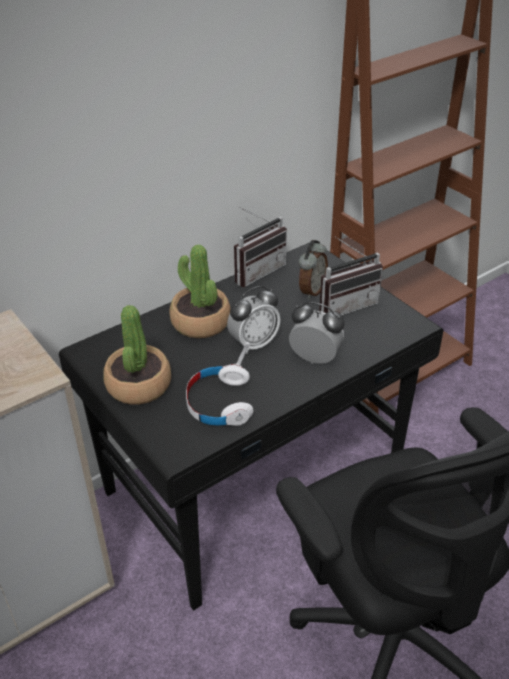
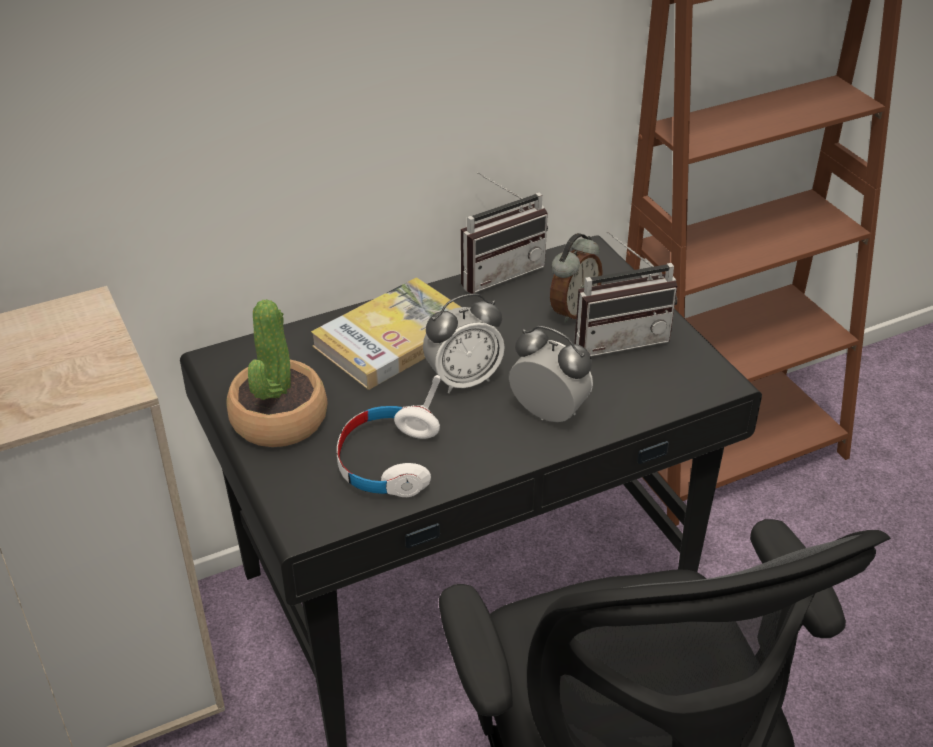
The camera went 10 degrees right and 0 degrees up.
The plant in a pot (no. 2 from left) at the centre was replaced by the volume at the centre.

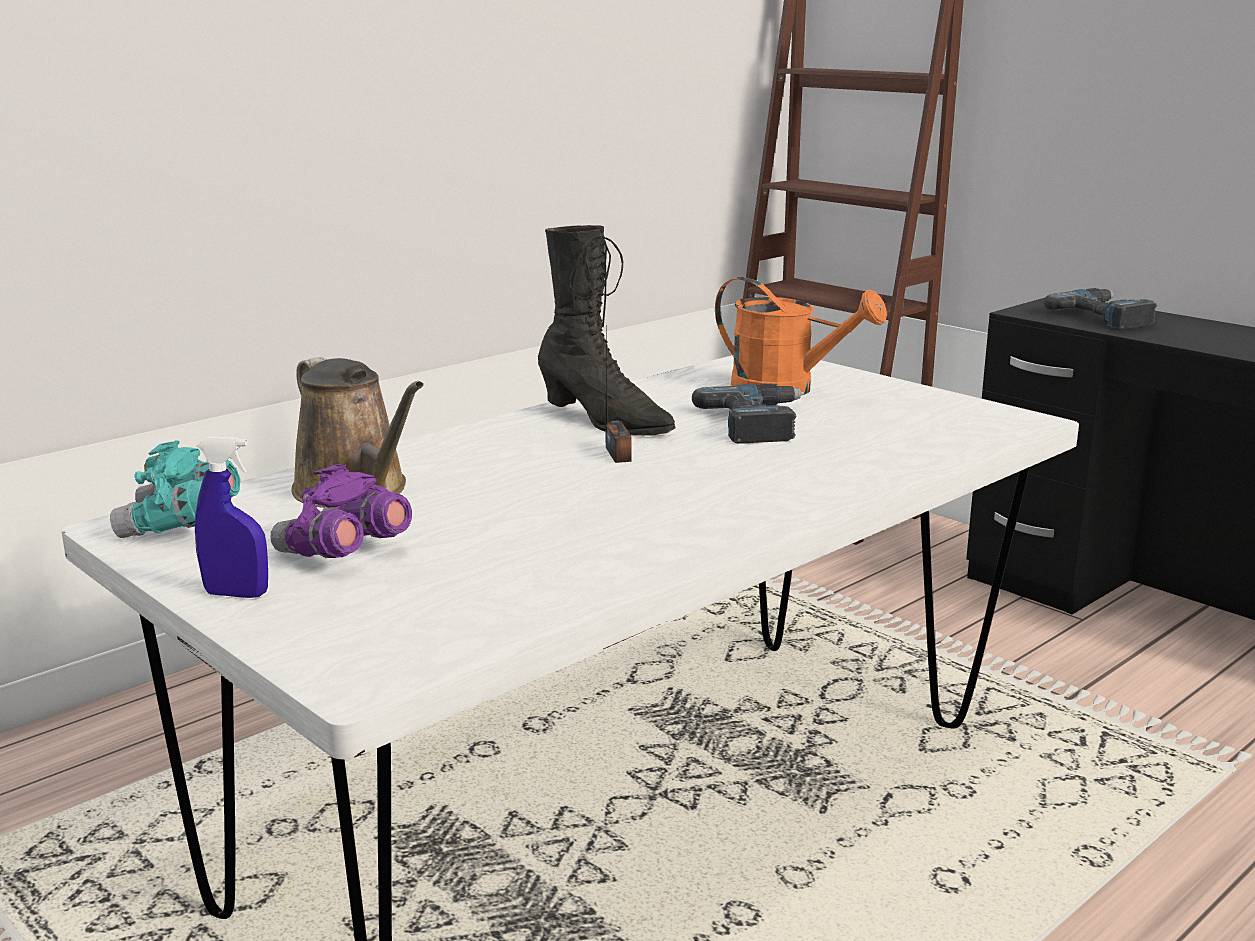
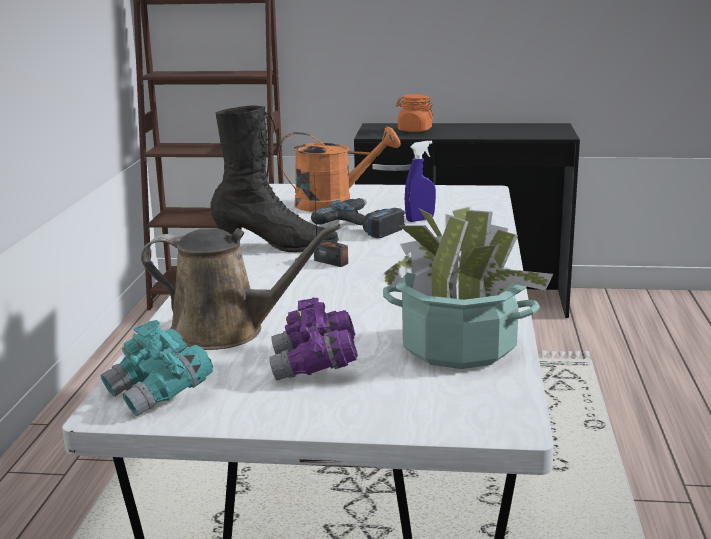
The camera went 40 degrees left and 0 degrees up.
The plant in a pot at the centre appeared.
The drill (no. 2 from left) at the top right was replaced by the orange-coloured preserve jar at the top centre.
The blue hand sprayer moved from the middle left to the centre.

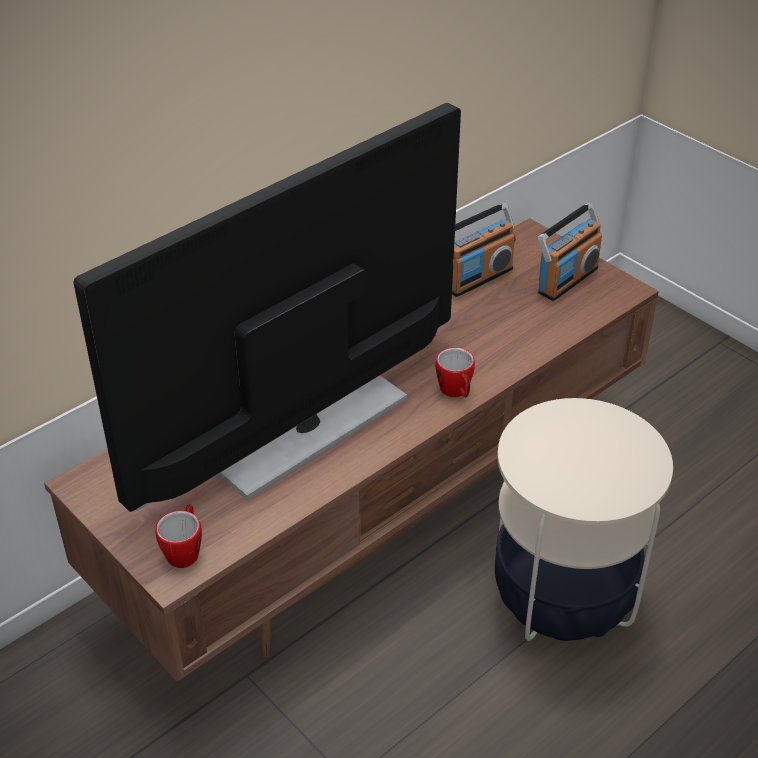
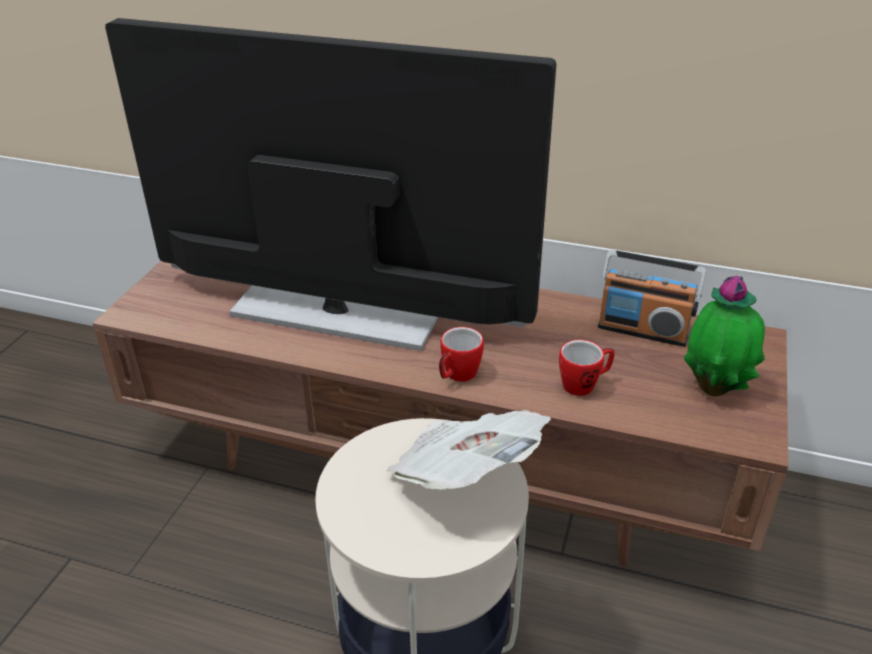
The camera went 60 degrees right and 5 degrees down.
The printed paper at the bottom centre appeared.
The coffee mug (no. 1 from left in the first image) moved from the bottom left to the middle right.
The radio (no. 2 from left) at the top right was replaced by the plant in a pot at the middle right.

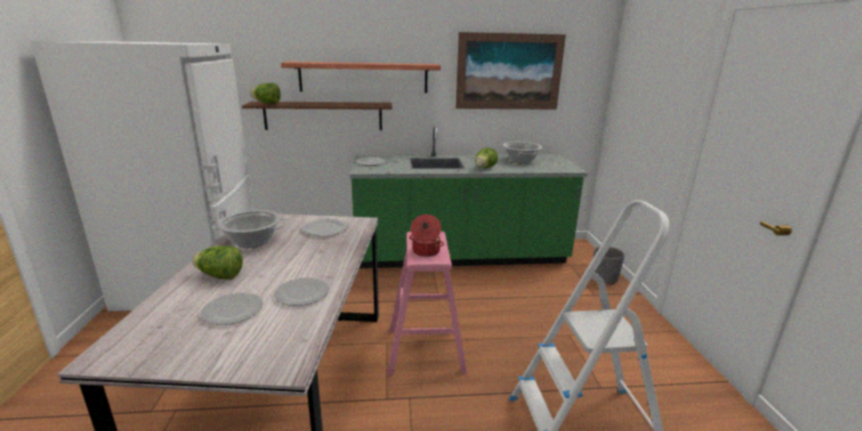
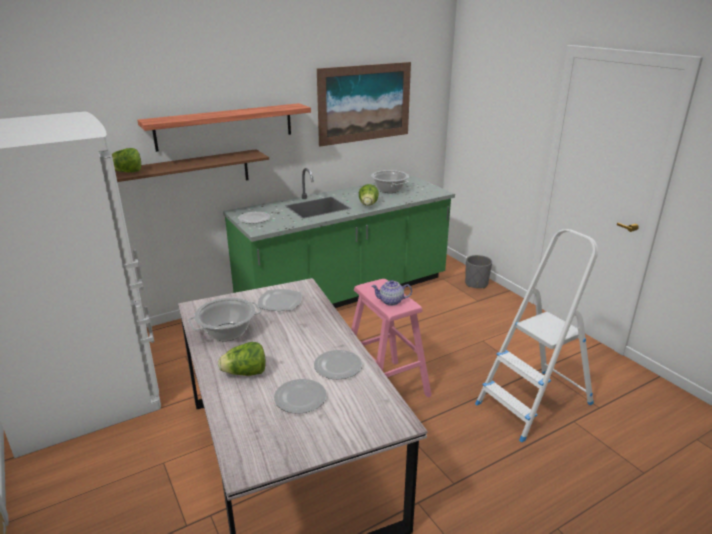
The camera went 25 degrees left and 5 degrees up.
The saucepot (no. 2 from left) at the centre was replaced by the teapot at the centre.

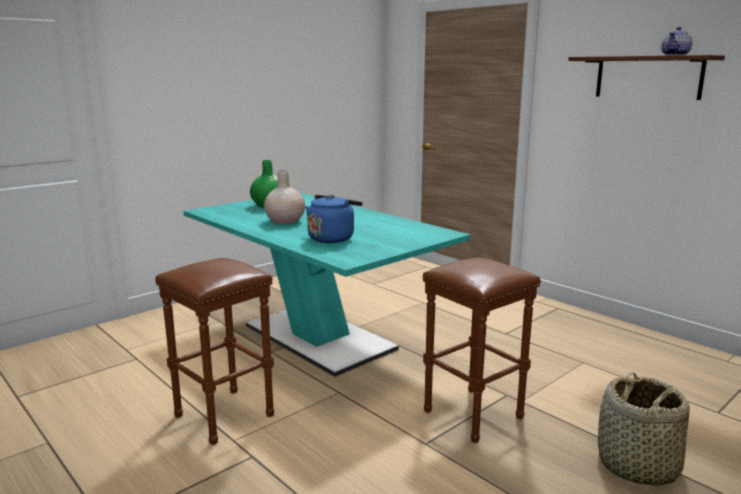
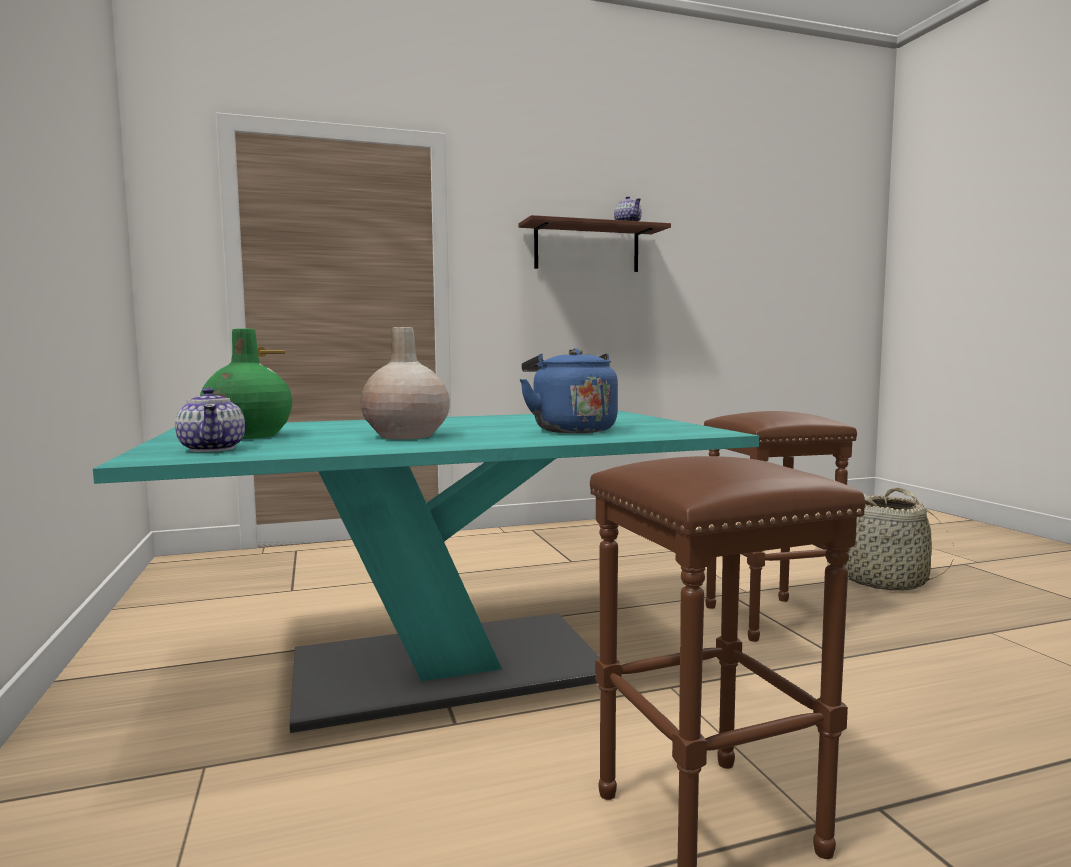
The camera went 65 degrees left and 10 degrees down.
The teapot (no. 1 from left) at the middle left appeared.

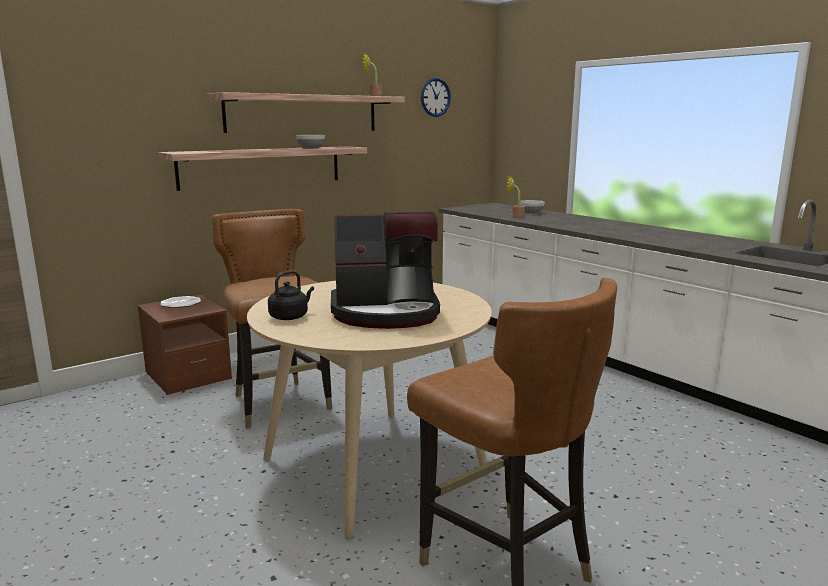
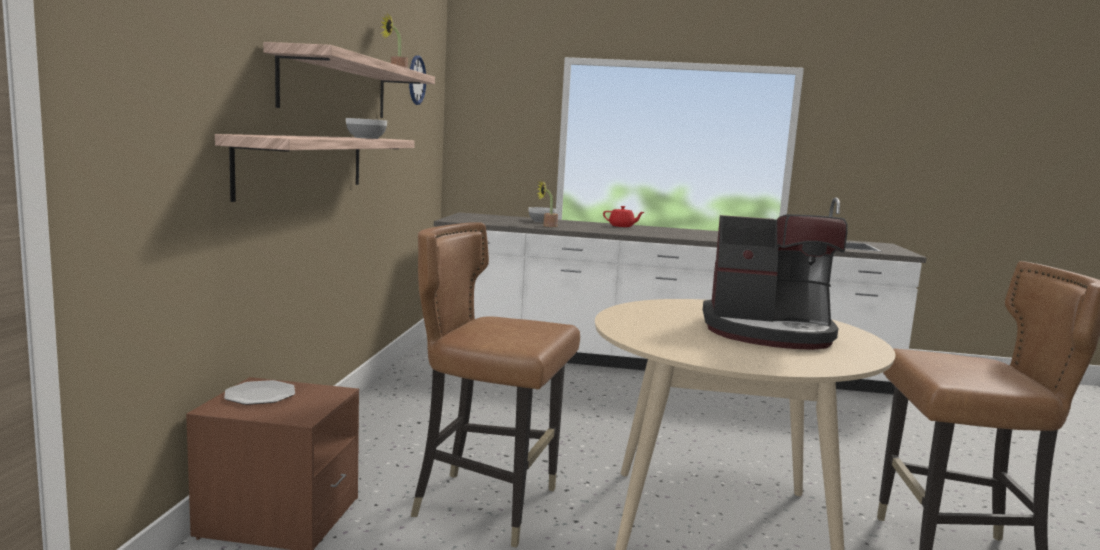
The camera went 45 degrees left and 5 degrees down.
The red-coloured teapot at the centre appeared.
The coffee machine at the centre turned 60 degrees clockwise.
The blackish water kettle at the centre disappeared.

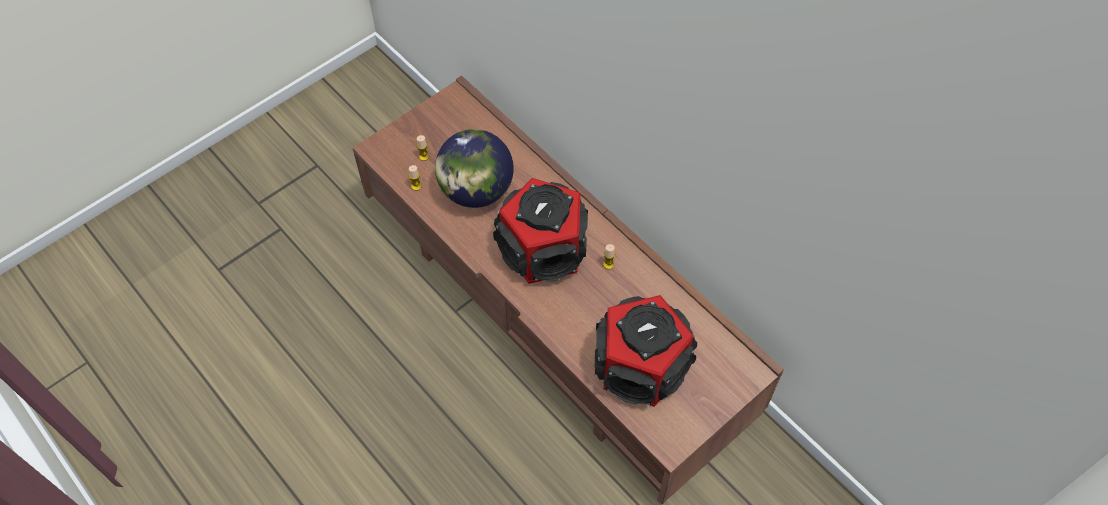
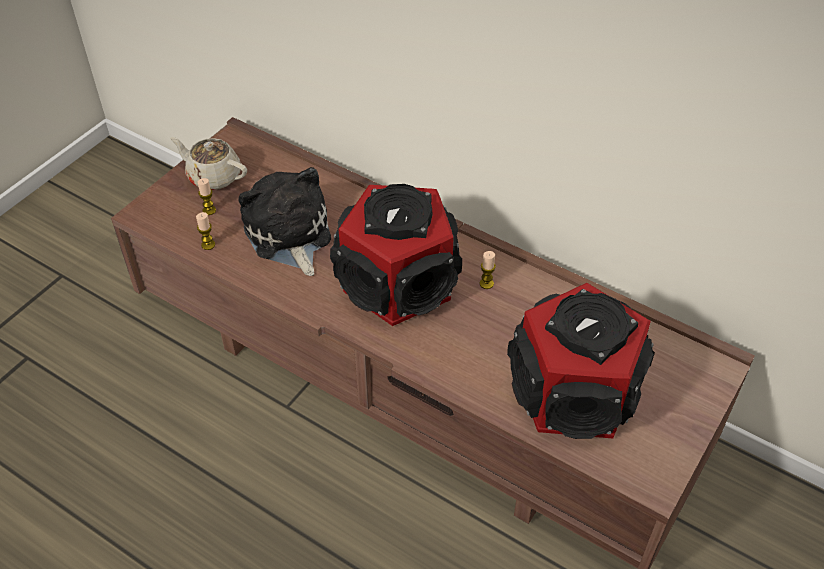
The camera went 15 degrees left and 10 degrees down.
The beige-coloured teapot at the top left appeared.
The world globe at the top centre was replaced by the cuddly toy at the centre.

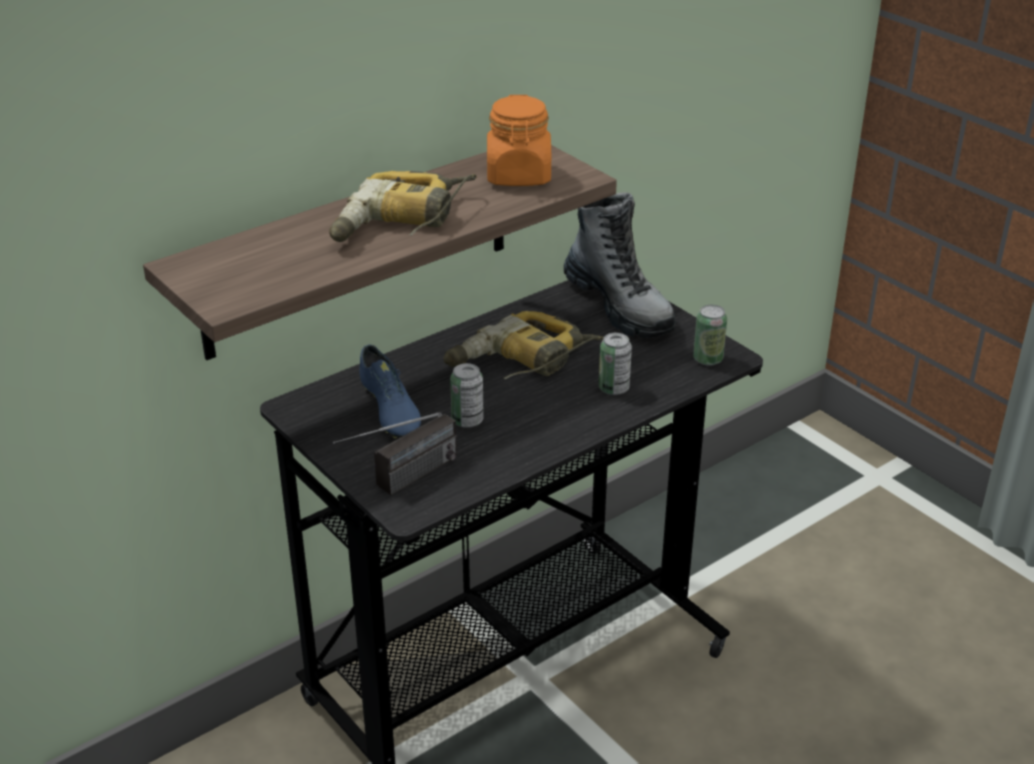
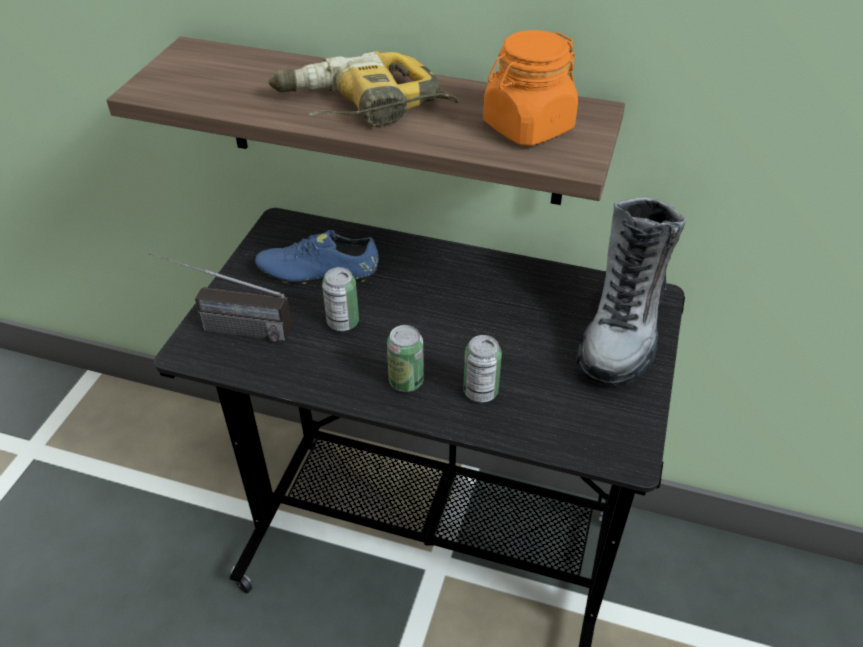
The camera went 55 degrees right and 10 degrees up.
The blue low shoe at the centre turned 60 degrees clockwise.
The can (no. 3 from left in the first image) moved from the middle right to the centre.
The drill (no. 2 from left) at the centre disappeared.

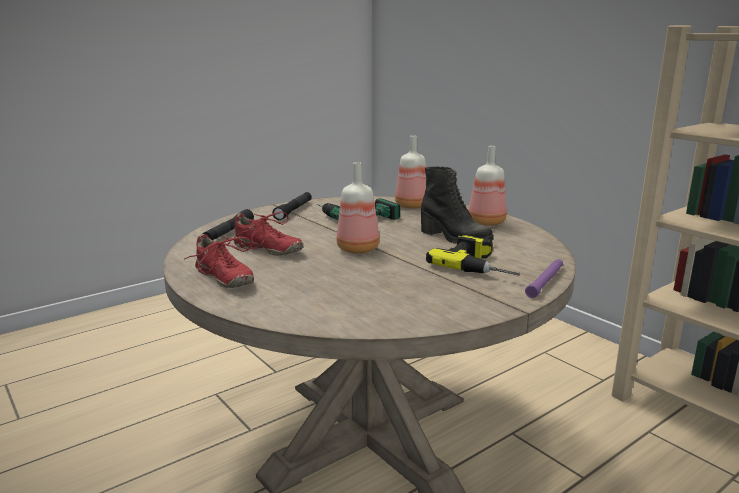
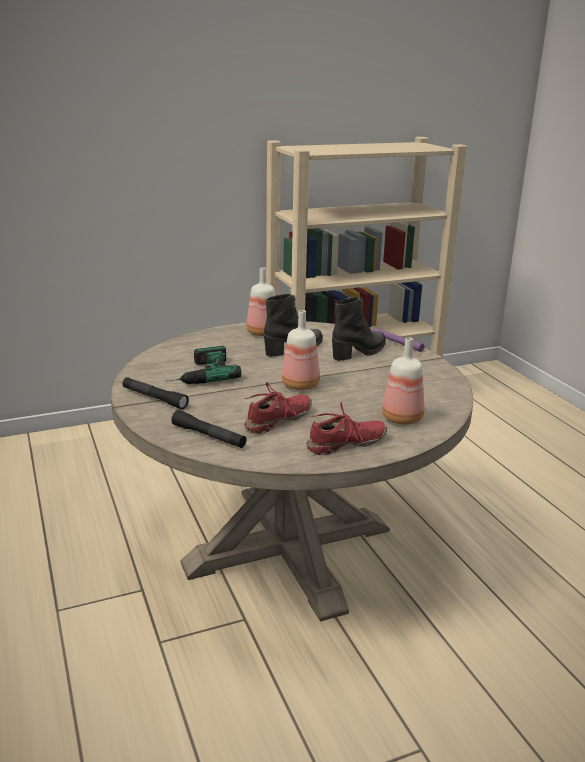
The camera went 75 degrees left and 5 degrees up.
The drill (no. 2 from left) at the centre was replaced by the blackish tall boot (no. 2 from left) at the centre.
The drink bottle (no. 2 from left in the first image) moved from the centre to the middle right.

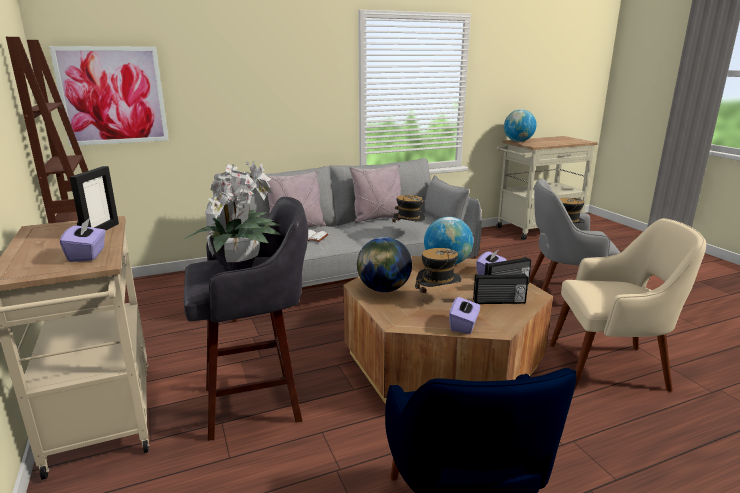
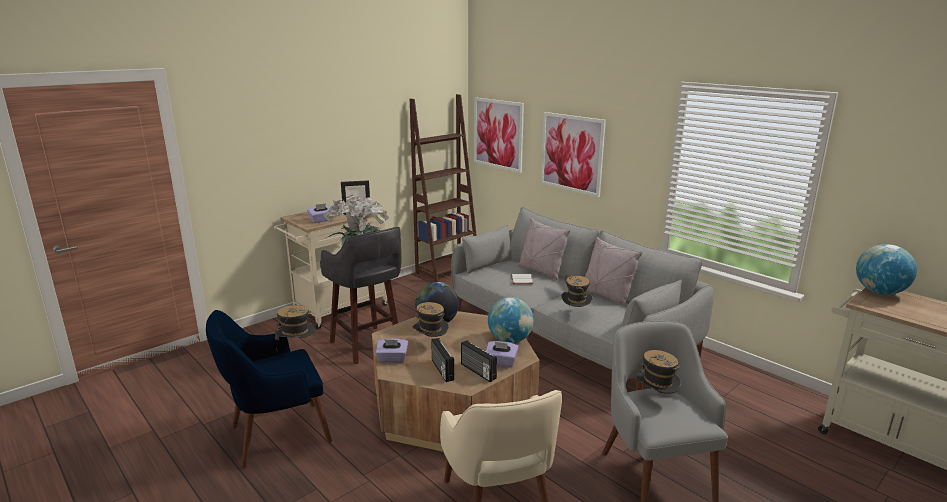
The camera went 70 degrees right and 0 degrees up.
The clothing hat (no. 1 from left) at the middle left appeared.
The wall picture (no. 2 from left) at the top centre appeared.

